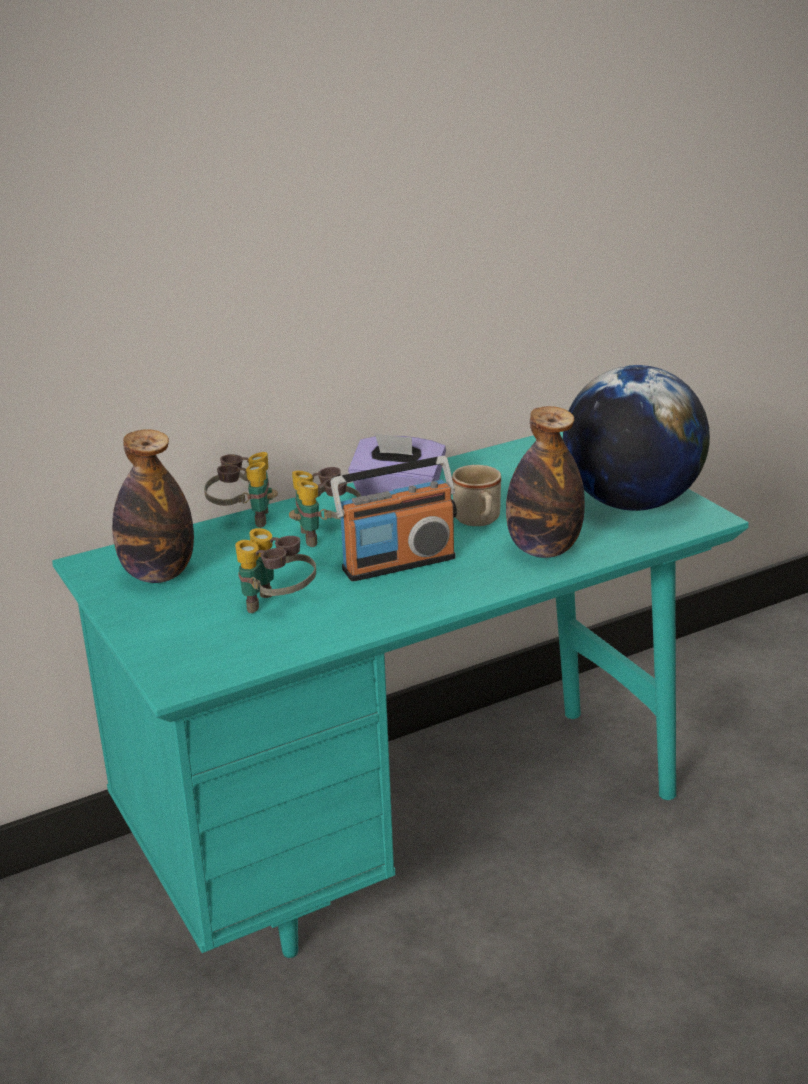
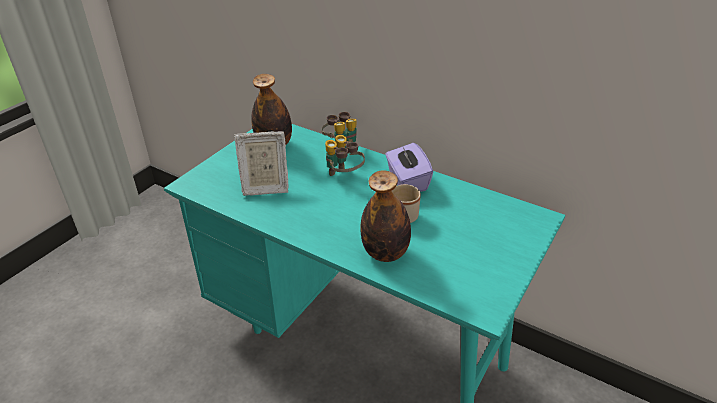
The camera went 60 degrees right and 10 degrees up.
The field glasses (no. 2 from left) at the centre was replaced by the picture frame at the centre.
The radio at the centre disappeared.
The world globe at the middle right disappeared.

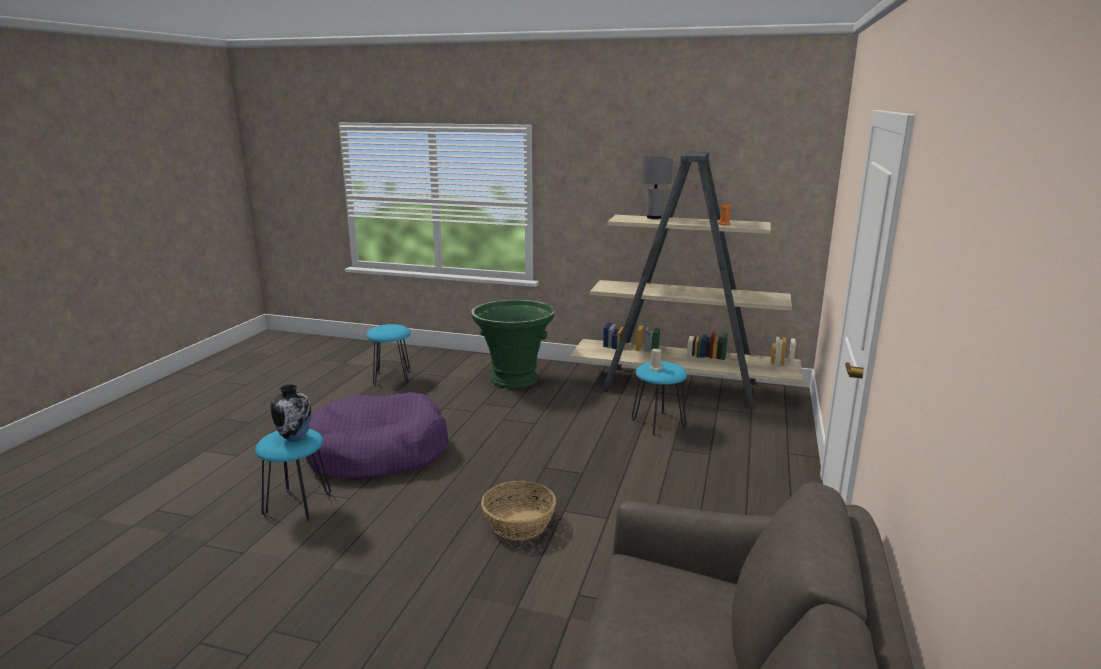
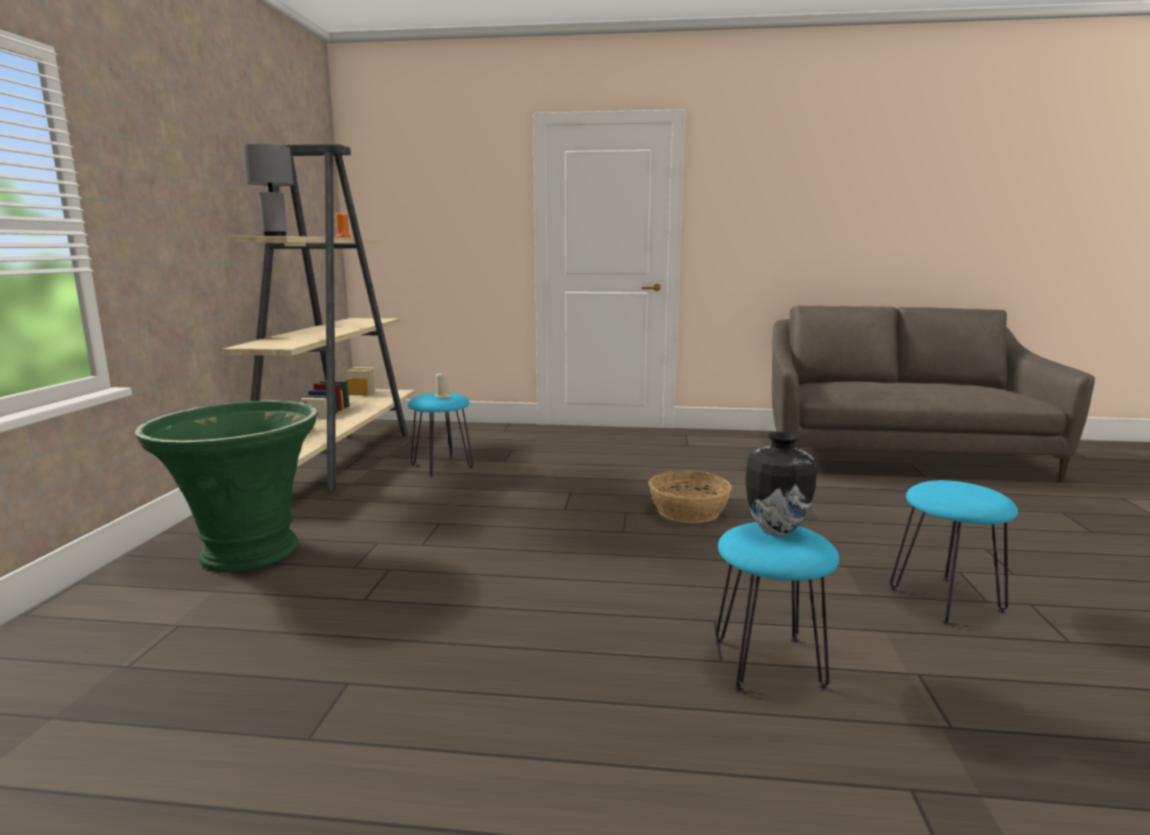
The camera went 100 degrees left and 5 degrees down.
The turquoise stool (no. 2 from left in the first image) moved from the centre to the middle right.
The purple-coloured dog bed at the centre disappeared.

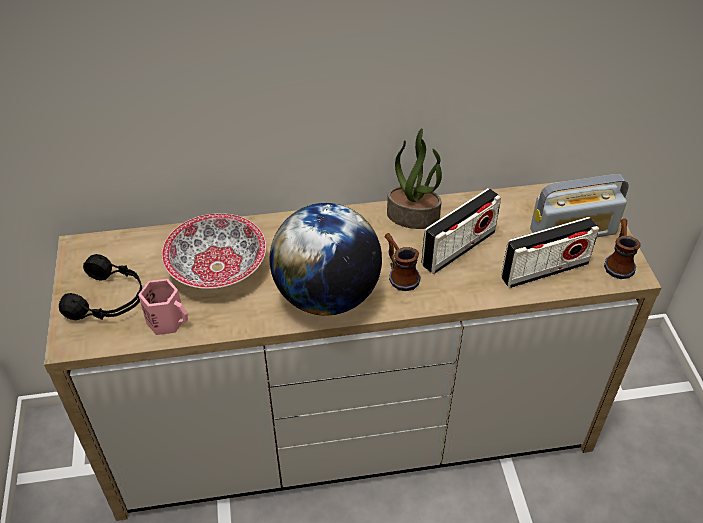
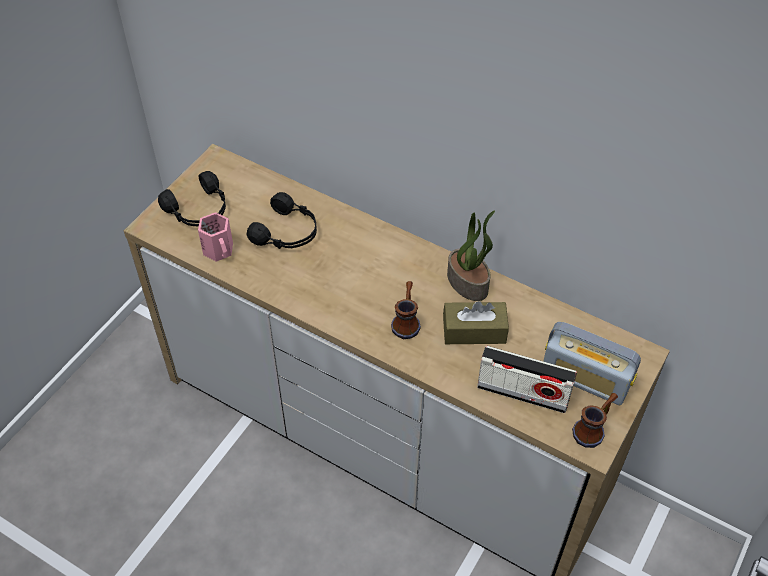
The camera went 40 degrees right and 5 degrees up.
The bowl at the middle left was replaced by the blackish headset (no. 2 from left) at the centre.
The radio (no. 1 from left) at the centre was replaced by the brownish box of tissues at the centre.
The world globe at the centre disappeared.

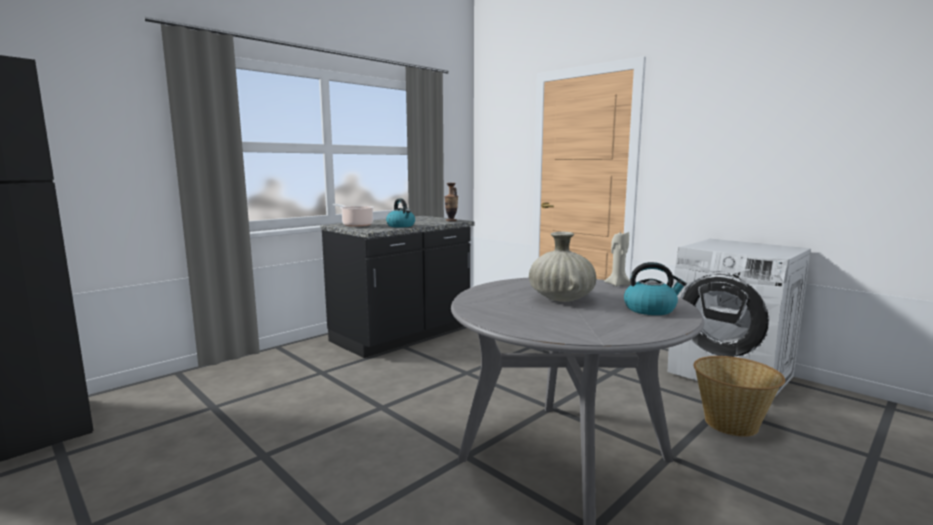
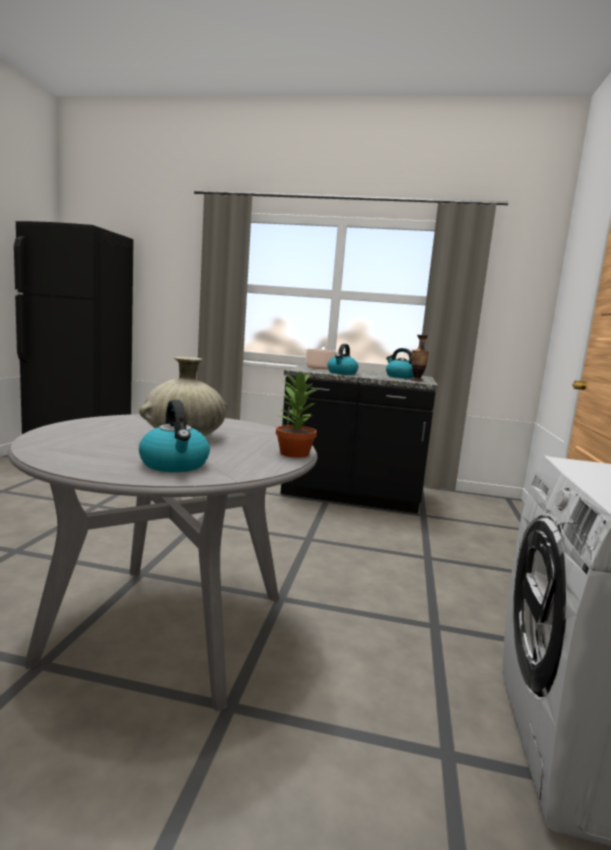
The camera went 55 degrees right and 0 degrees up.
The beige-coloured wax light at the centre was replaced by the plant in a pot at the centre.
The water kettle (no. 3 from left) at the centre appeared.
The basket at the bottom right disappeared.

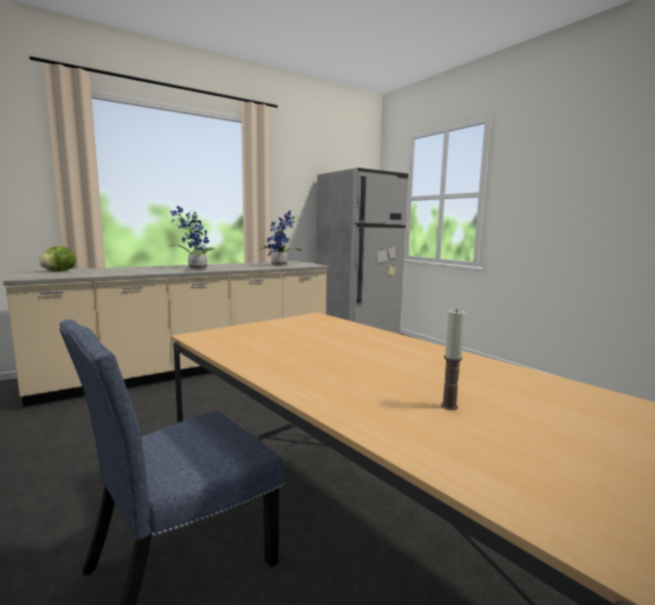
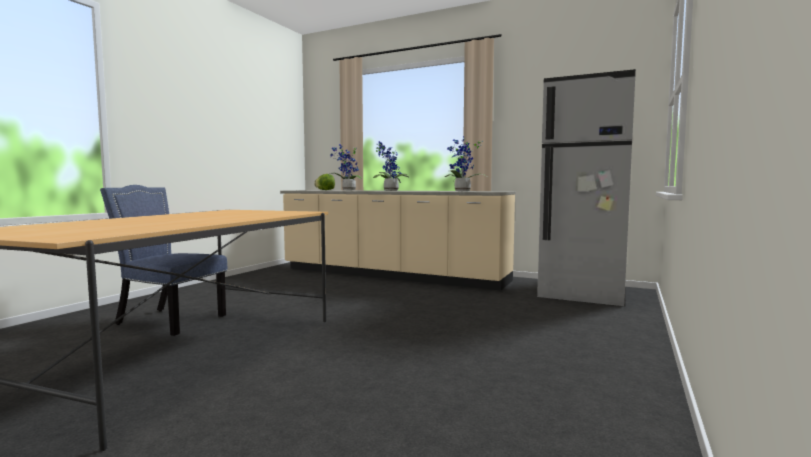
The camera went 60 degrees right and 5 degrees down.
The plant in a pot (no. 1 from left) at the centre appeared.
The wax light at the middle right disappeared.

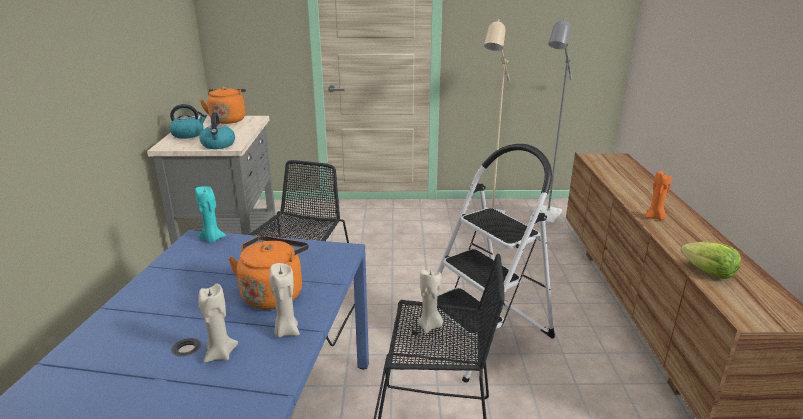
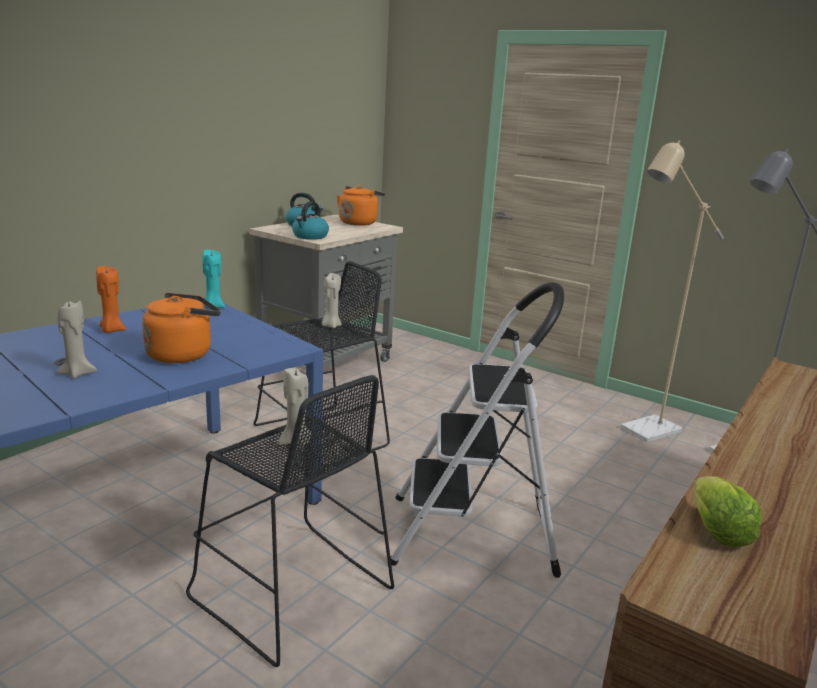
The camera went 35 degrees right and 5 degrees down.
The orange-coloured wax light moved from the middle right to the middle left.
The beige-coloured wax light (no. 2 from left in the first image) moved from the bottom centre to the centre.

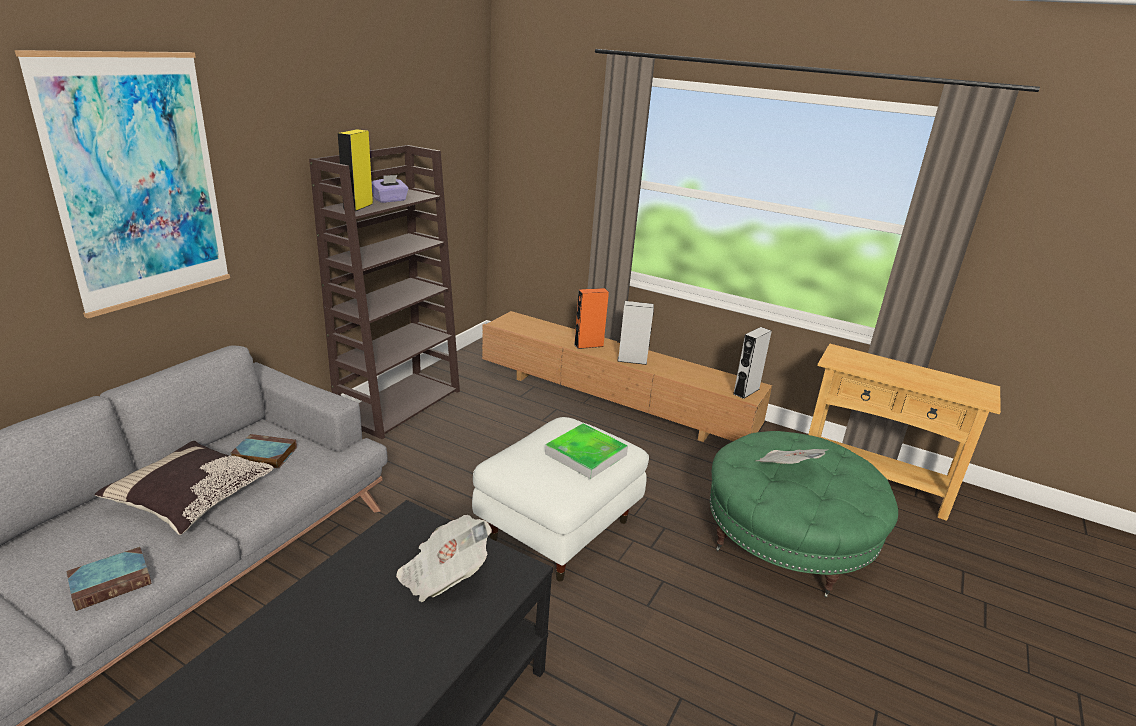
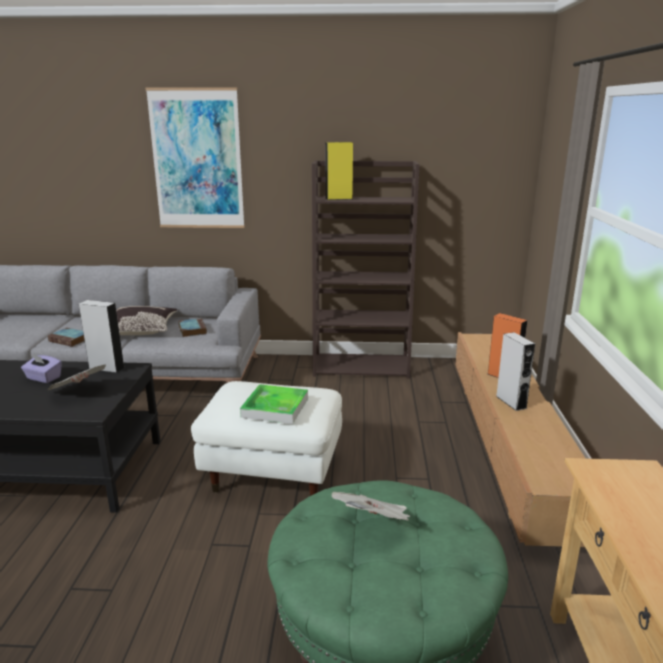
The camera went 65 degrees right and 5 degrees down.
The purple-coloured box of tissues moved from the top centre to the middle left.
The greyish speaker (no. 2 from left in the first image) moved from the centre to the middle left.

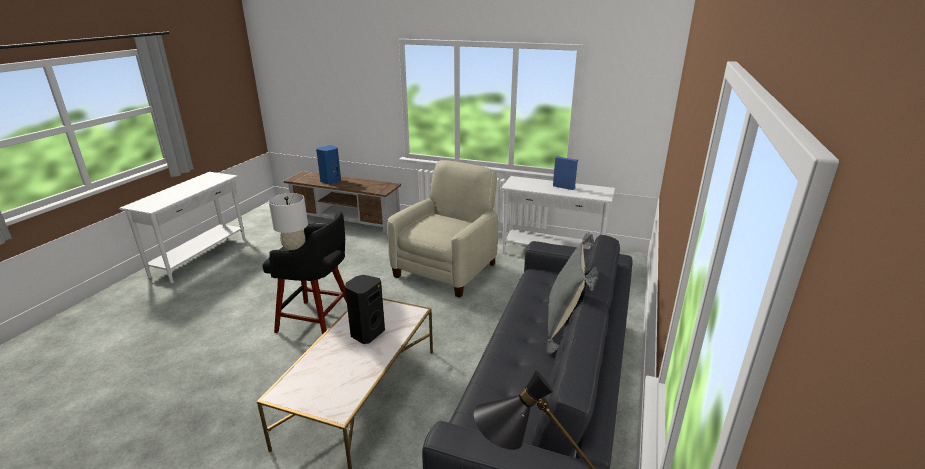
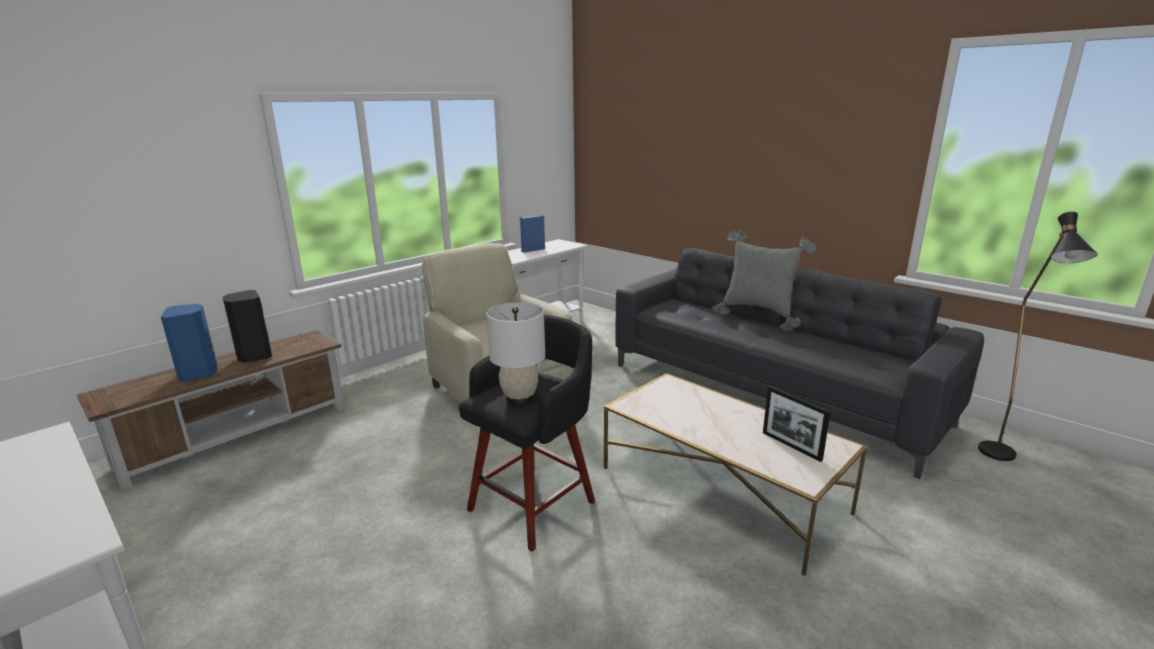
The camera went 65 degrees left and 5 degrees down.
The blackish speaker moved from the centre to the middle left.
The picture frame at the middle right appeared.

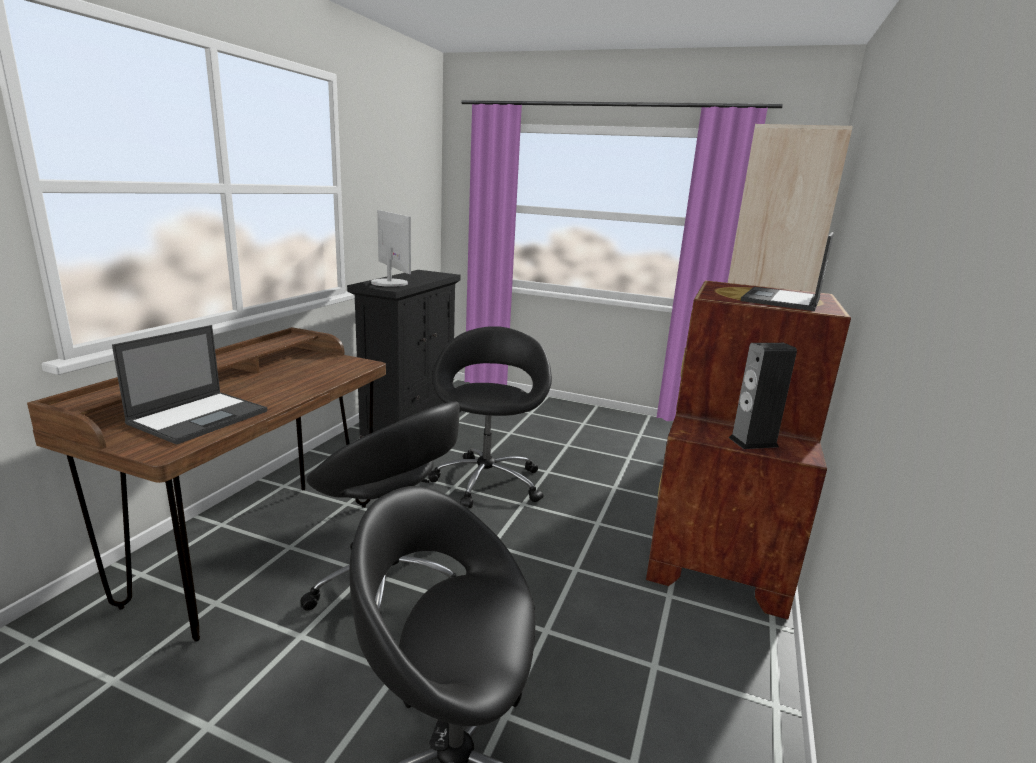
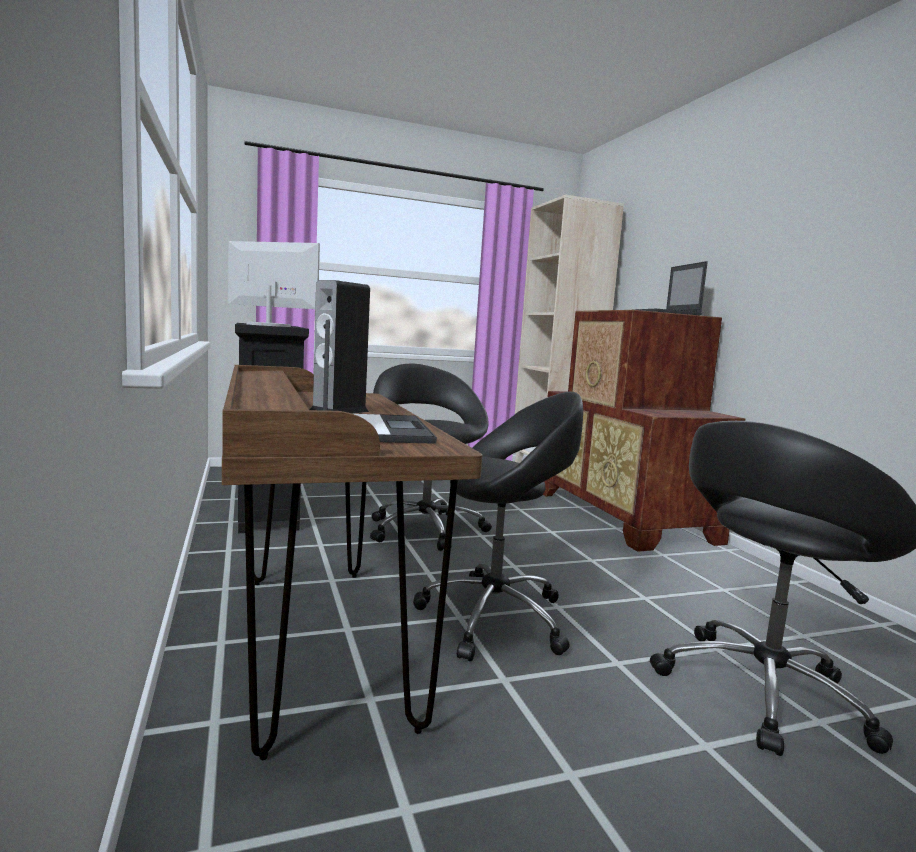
The camera went 40 degrees left and 10 degrees down.
The speaker moved from the middle right to the centre.

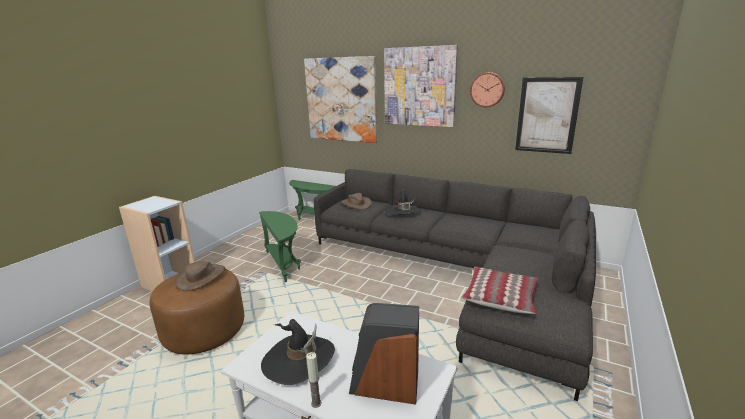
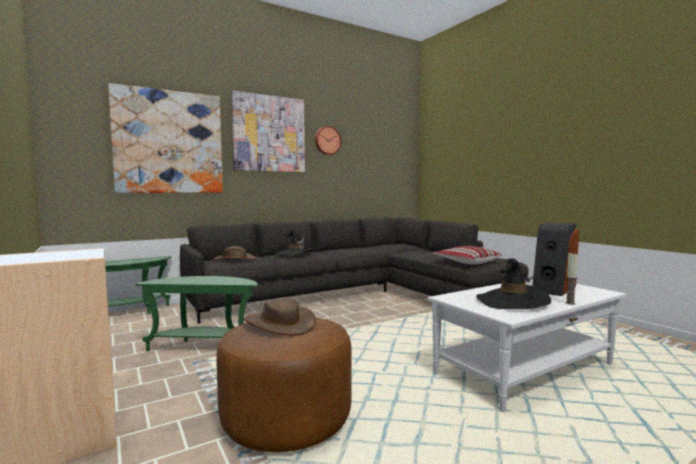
The camera went 60 degrees left and 15 degrees down.
The wall picture (no. 3 from left) at the top right disappeared.

